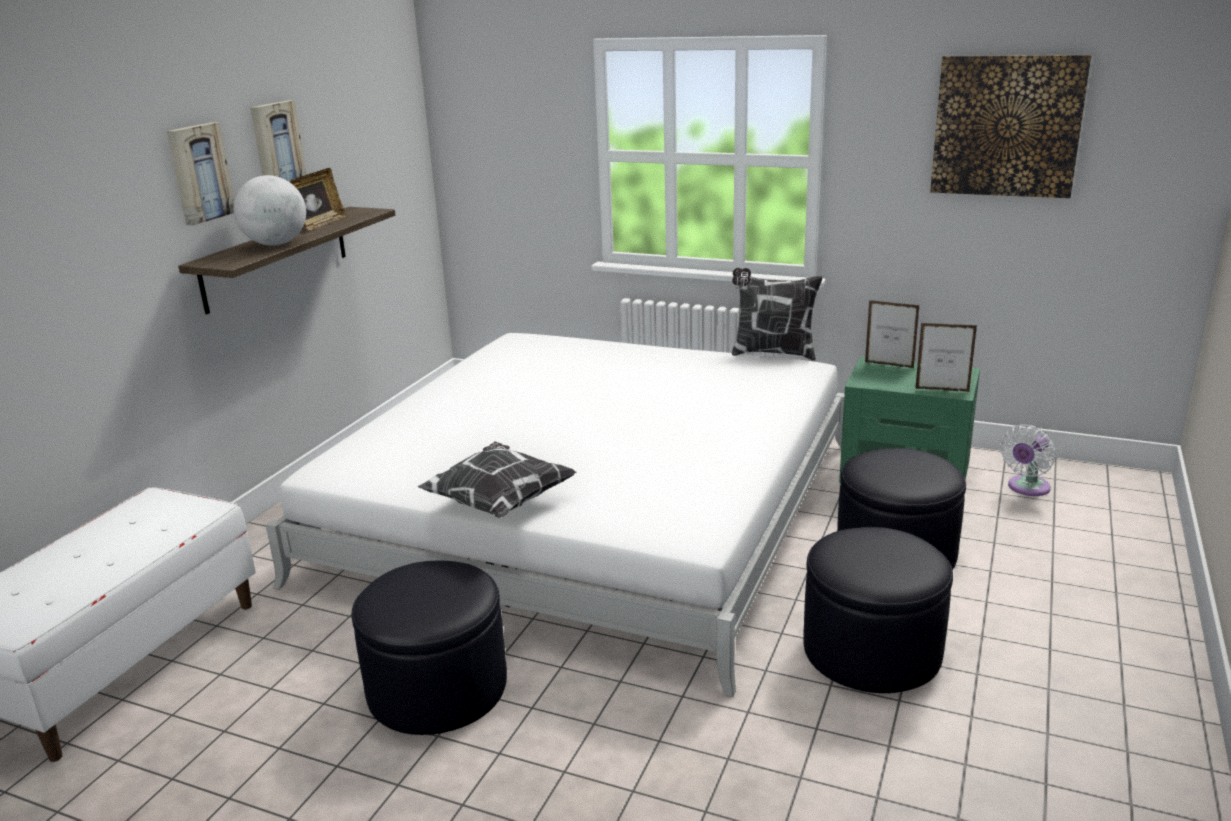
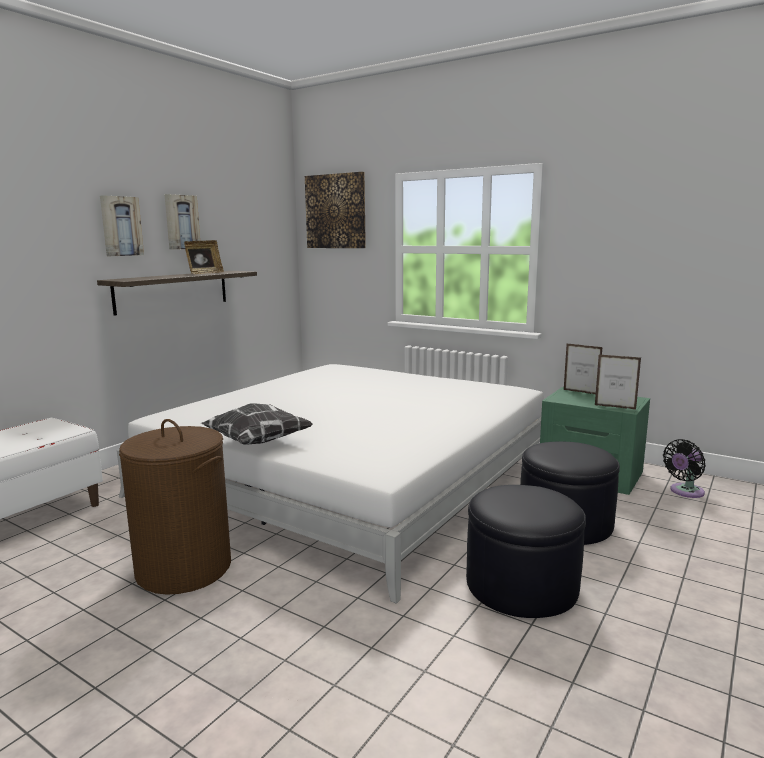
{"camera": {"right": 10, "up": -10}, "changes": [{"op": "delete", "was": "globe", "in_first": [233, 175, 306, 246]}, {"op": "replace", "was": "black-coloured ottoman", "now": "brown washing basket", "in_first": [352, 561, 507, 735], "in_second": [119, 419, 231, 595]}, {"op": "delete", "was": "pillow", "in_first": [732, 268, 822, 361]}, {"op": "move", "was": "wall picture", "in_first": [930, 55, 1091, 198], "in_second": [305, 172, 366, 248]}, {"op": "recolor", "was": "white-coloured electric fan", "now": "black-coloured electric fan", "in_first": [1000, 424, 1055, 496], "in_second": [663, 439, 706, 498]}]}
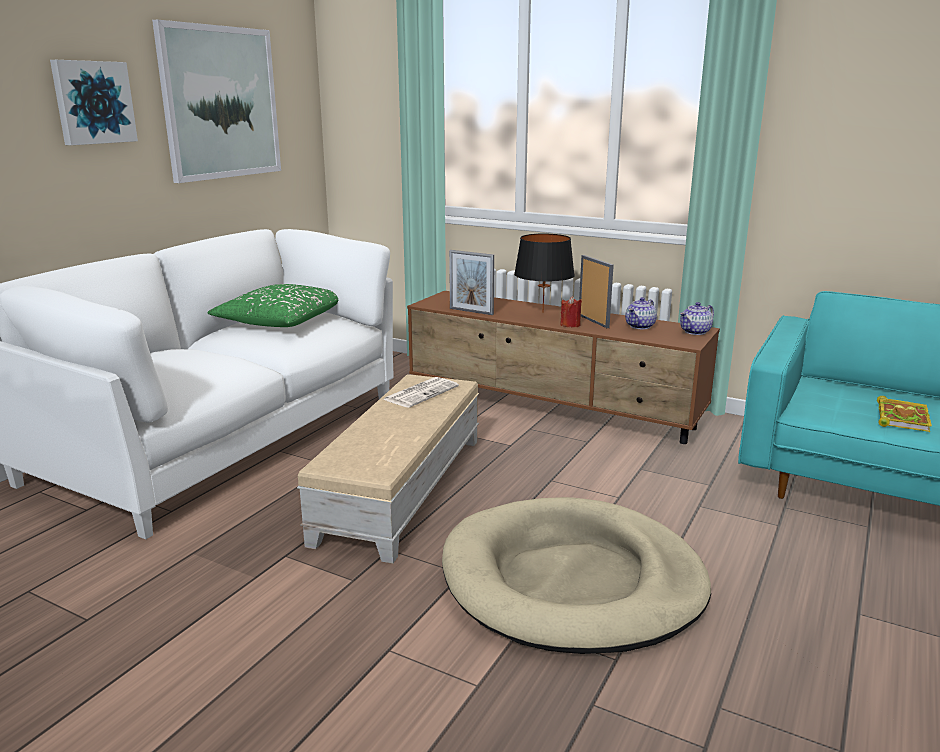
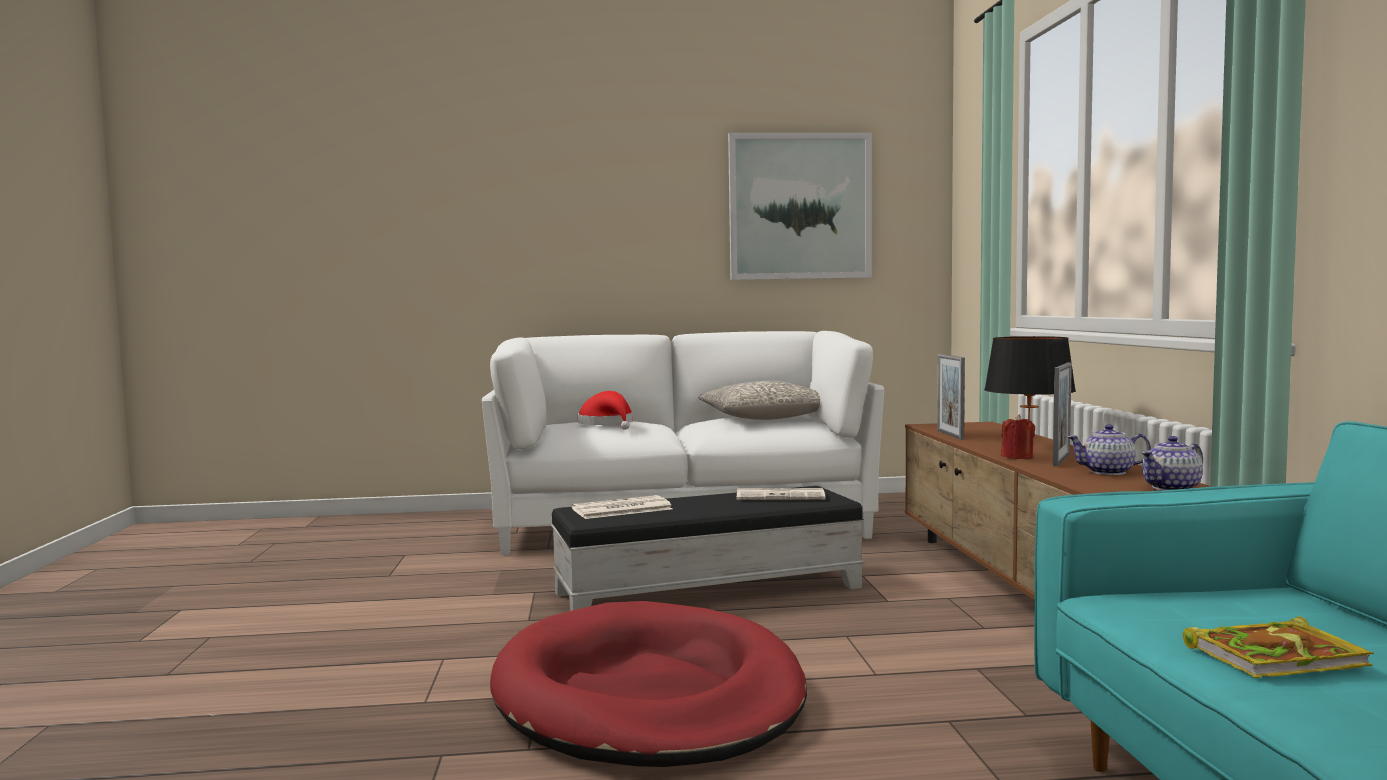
{"camera": {"right": 55, "up": -15}, "changes": [{"op": "delete", "was": "wall picture", "in_first": [50, 60, 138, 145]}, {"op": "recolor", "was": "green-coloured pillow", "now": "greyish pillow", "in_first": [208, 284, 338, 327], "in_second": [698, 381, 820, 420]}, {"op": "recolor", "was": "sand-coloured ottoman", "now": "black-coloured ottoman", "in_first": [297, 374, 479, 564], "in_second": [551, 486, 864, 611]}, {"op": "recolor", "was": "sand-coloured pet bed", "now": "reddish pet bed", "in_first": [442, 497, 711, 654], "in_second": [490, 601, 807, 767]}, {"op": "rotate", "was": "tea pot", "in_first": [680, 302, 714, 335], "in_second": [1141, 436, 1203, 491], "clockwise": -45}, {"op": "insert", "now": "newspaper", "in_second": [571, 495, 672, 519]}, {"op": "insert", "now": "reddish clothing hat", "in_second": [578, 391, 633, 430]}]}
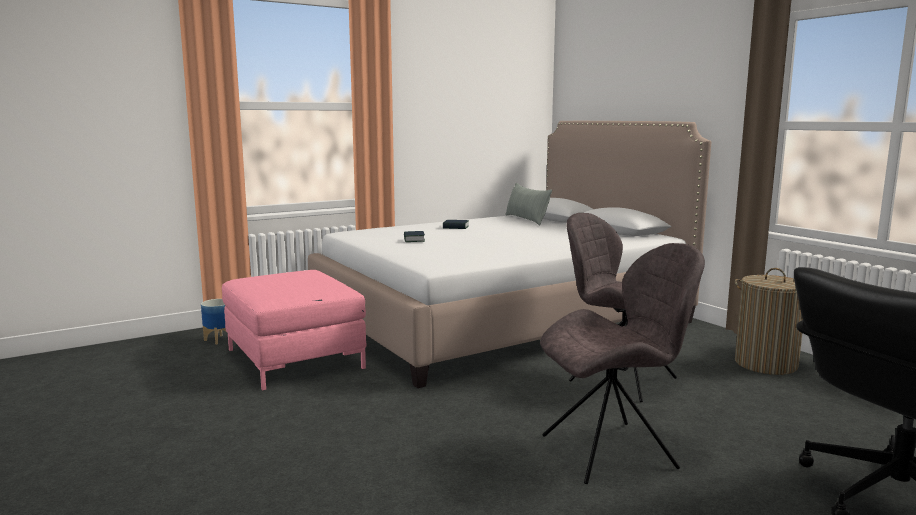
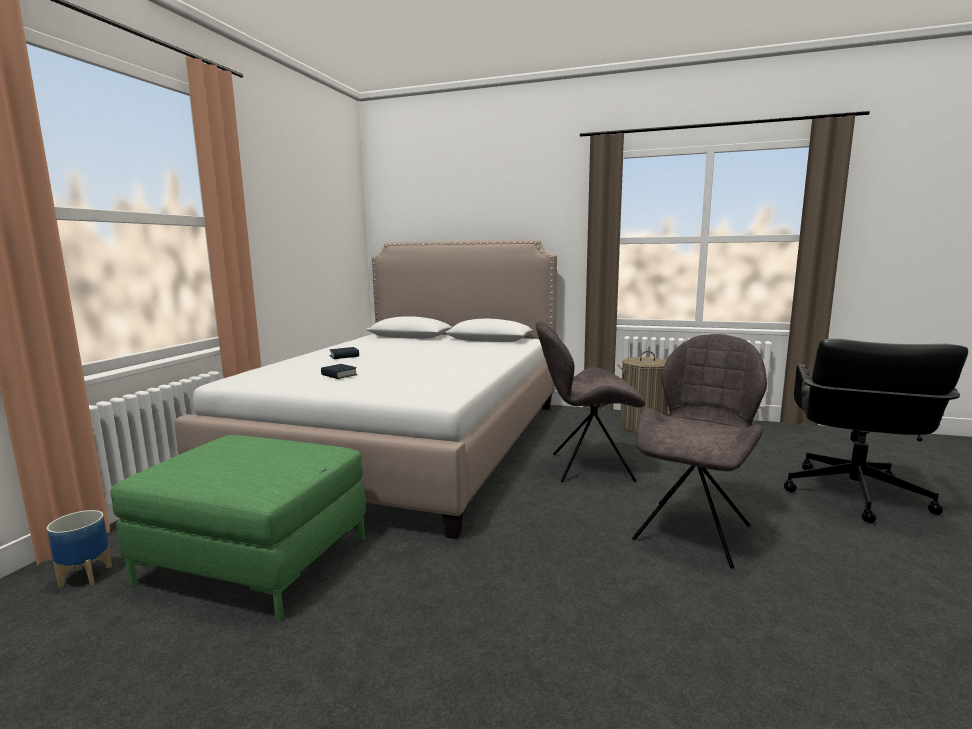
{"camera": {"right": -40, "up": 0}, "changes": [{"op": "recolor", "was": "pink-coloured ottoman", "now": "green-coloured ottoman", "in_first": [222, 270, 366, 391], "in_second": [110, 435, 366, 621]}, {"op": "delete", "was": "greyish pillow", "in_first": [505, 183, 552, 225]}]}
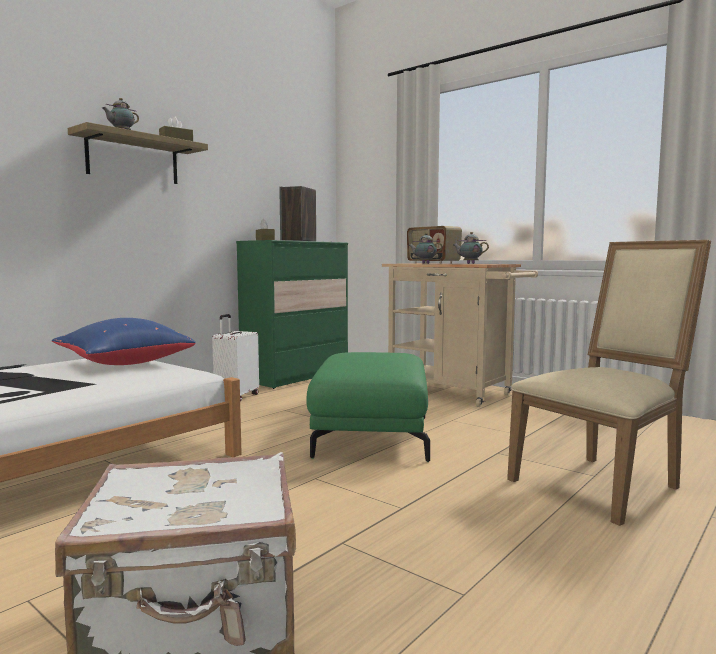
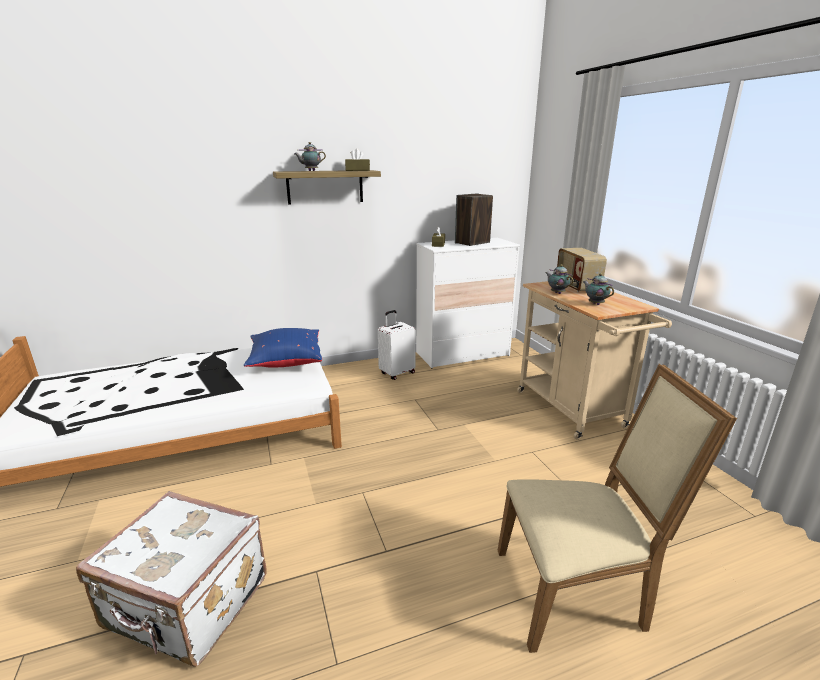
{"camera": {"right": 30, "up": 15}, "changes": [{"op": "recolor", "was": "green-coloured chest of drawers", "now": "white-coloured chest of drawers", "in_first": [236, 240, 348, 389], "in_second": [416, 238, 520, 368]}, {"op": "delete", "was": "green-coloured ottoman", "in_first": [306, 352, 430, 462]}]}
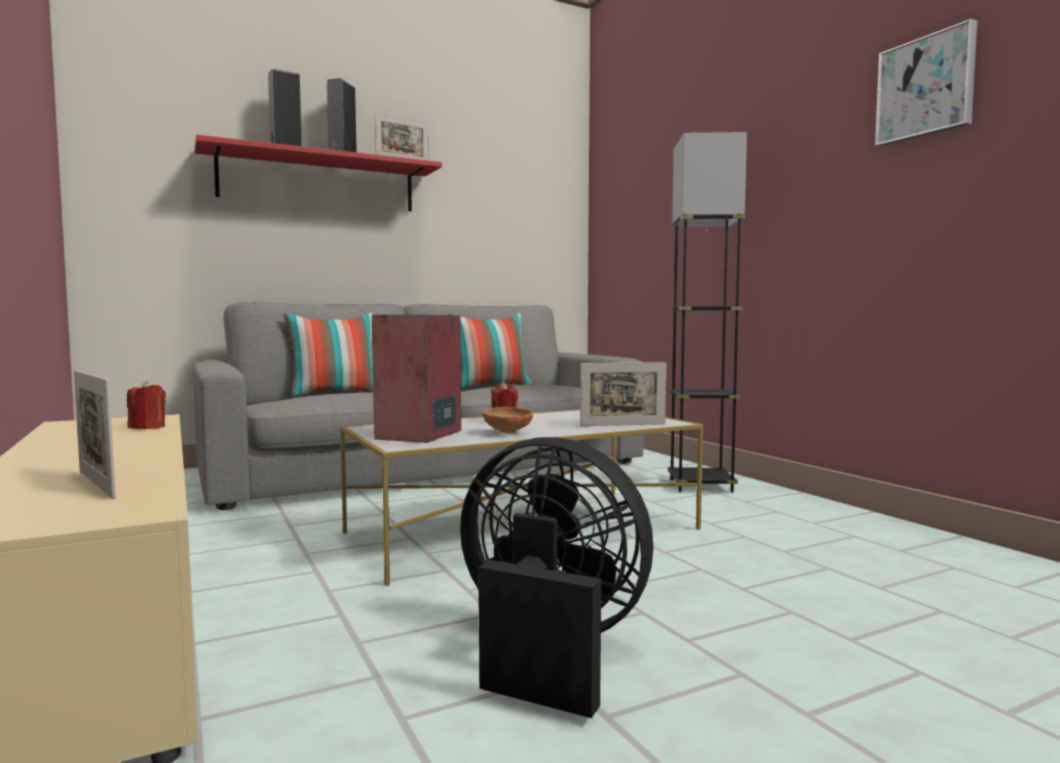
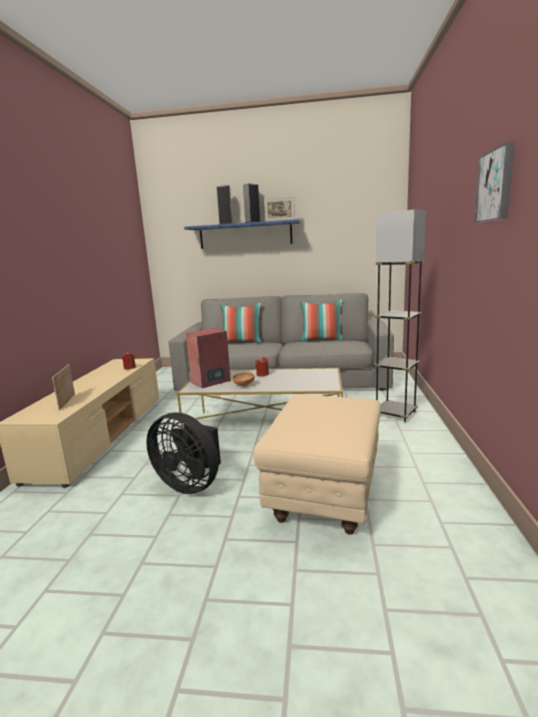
{"camera": {"right": 35, "up": 10}, "changes": [{"op": "recolor", "was": "reddish shelf", "now": "bluish shelf", "in_first": [194, 135, 442, 212], "in_second": [184, 219, 300, 249]}, {"op": "rotate", "was": "black-coloured electric fan", "in_first": [460, 437, 653, 718], "in_second": [146, 413, 221, 494], "clockwise": 150}, {"op": "delete", "was": "standing frame", "in_first": [580, 362, 666, 426]}, {"op": "insert", "now": "sand-coloured ottoman", "in_second": [253, 394, 381, 535]}]}
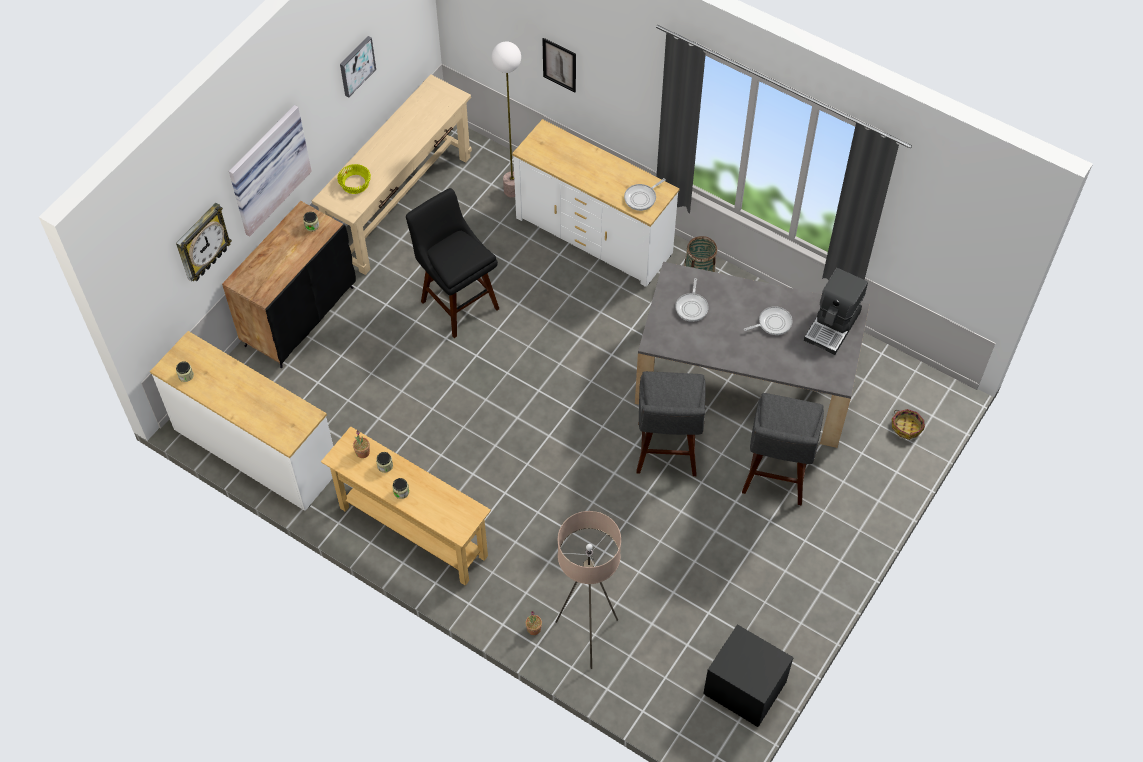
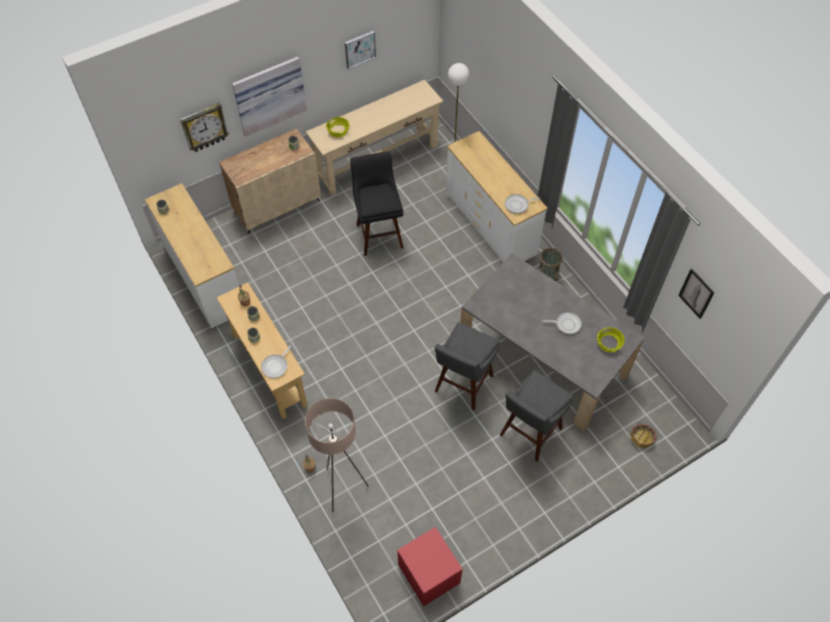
{"camera": {"right": 25, "up": 0}, "changes": [{"op": "recolor", "was": "black-coloured storage cabinet", "now": "sand-coloured storage cabinet", "in_first": [222, 201, 356, 368], "in_second": [219, 128, 321, 234]}, {"op": "move", "was": "wall picture", "in_first": [542, 38, 576, 92], "in_second": [678, 268, 714, 319]}, {"op": "move", "was": "pan", "in_first": [675, 278, 709, 322], "in_second": [261, 345, 292, 378]}, {"op": "recolor", "was": "black-coloured nightstand", "now": "reddish nightstand", "in_first": [703, 624, 794, 727], "in_second": [397, 527, 463, 606]}, {"op": "replace", "was": "coffee maker", "now": "yellowish deep dish", "in_first": [804, 268, 868, 355], "in_second": [597, 327, 625, 352]}]}
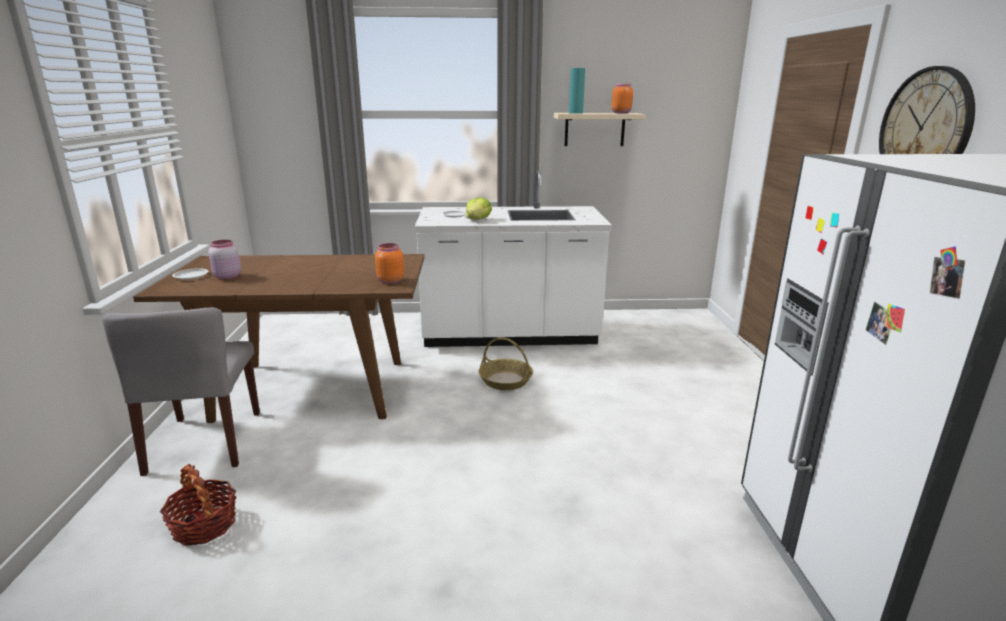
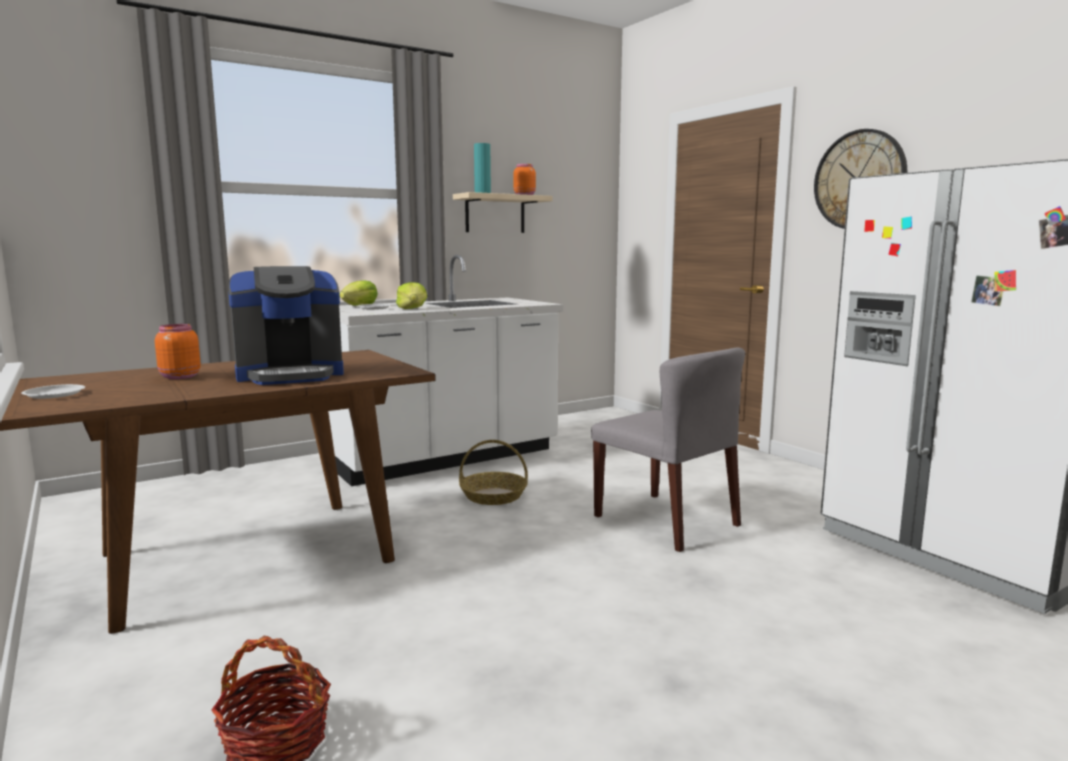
{"camera": {"right": -30, "up": -10}, "changes": [{"op": "move", "was": "greyish upright chair", "in_first": [102, 307, 260, 476], "in_second": [591, 347, 745, 552]}, {"op": "delete", "was": "pink-coloured preserve jar", "in_first": [208, 240, 241, 279]}, {"op": "move", "was": "orange preserve jar", "in_first": [375, 243, 404, 284], "in_second": [155, 324, 201, 379]}, {"op": "insert", "now": "coffee maker", "in_second": [228, 266, 344, 385]}, {"op": "insert", "now": "head of lettuce", "in_second": [339, 280, 378, 306]}]}
